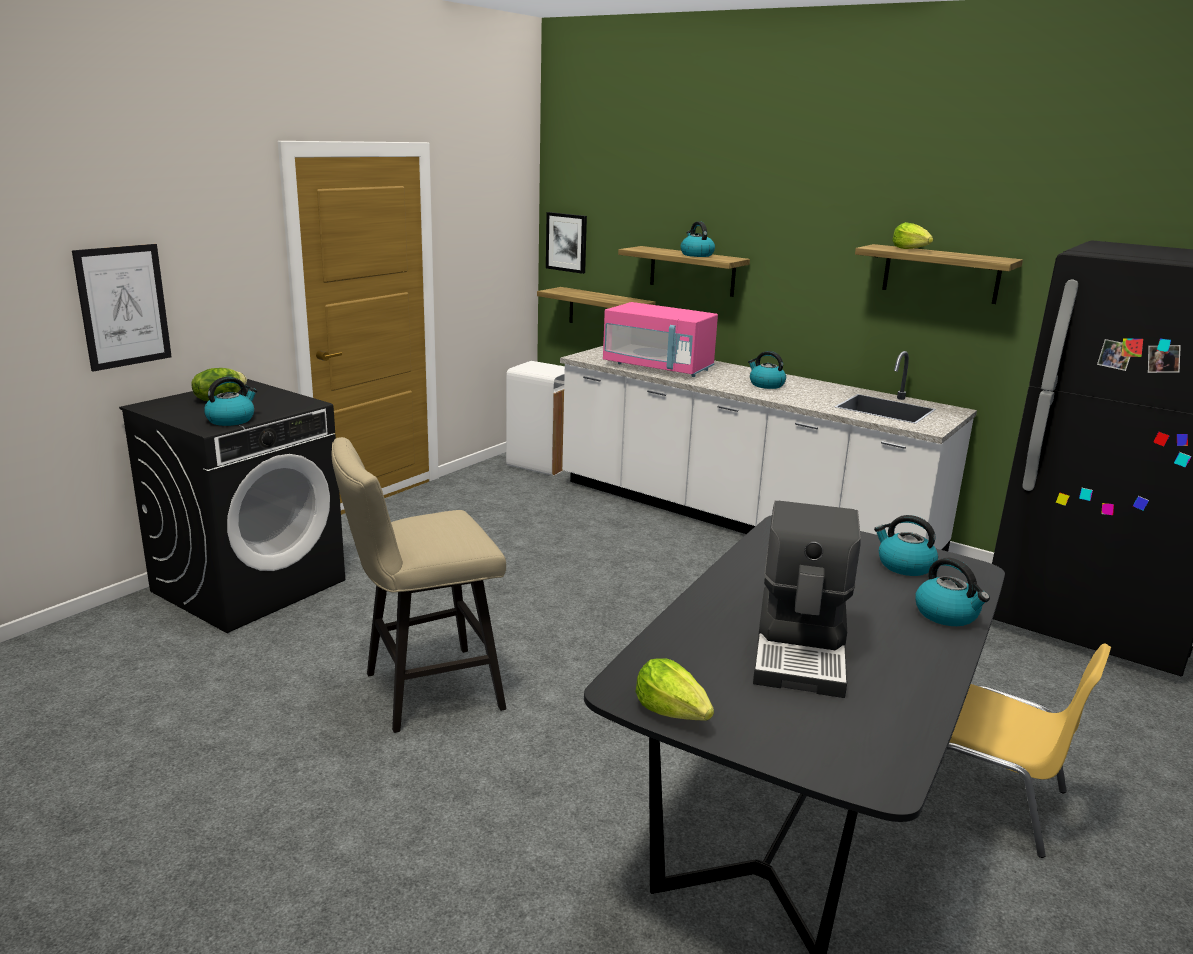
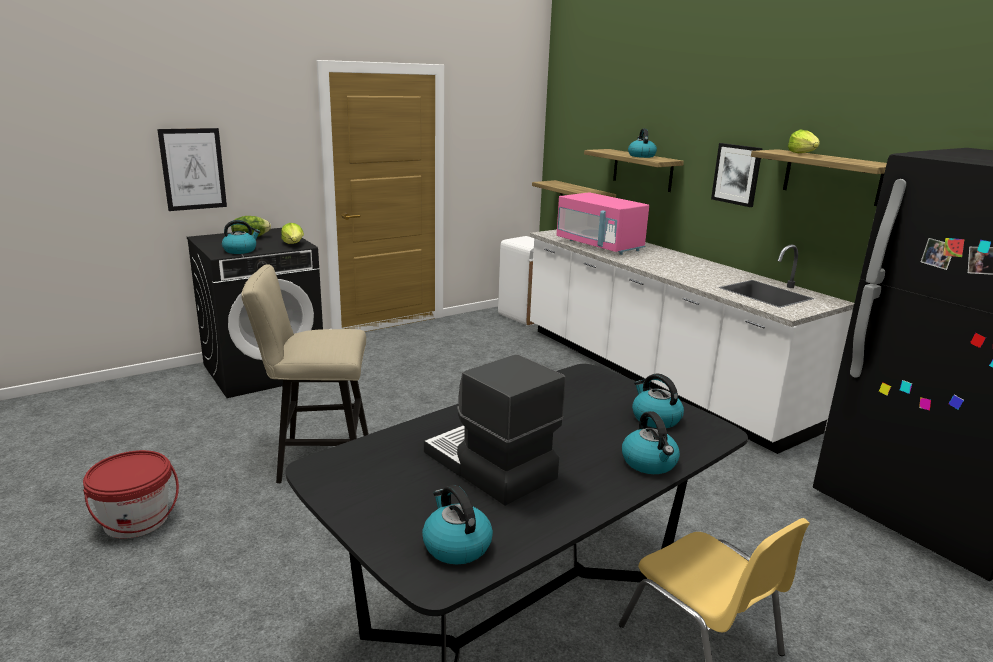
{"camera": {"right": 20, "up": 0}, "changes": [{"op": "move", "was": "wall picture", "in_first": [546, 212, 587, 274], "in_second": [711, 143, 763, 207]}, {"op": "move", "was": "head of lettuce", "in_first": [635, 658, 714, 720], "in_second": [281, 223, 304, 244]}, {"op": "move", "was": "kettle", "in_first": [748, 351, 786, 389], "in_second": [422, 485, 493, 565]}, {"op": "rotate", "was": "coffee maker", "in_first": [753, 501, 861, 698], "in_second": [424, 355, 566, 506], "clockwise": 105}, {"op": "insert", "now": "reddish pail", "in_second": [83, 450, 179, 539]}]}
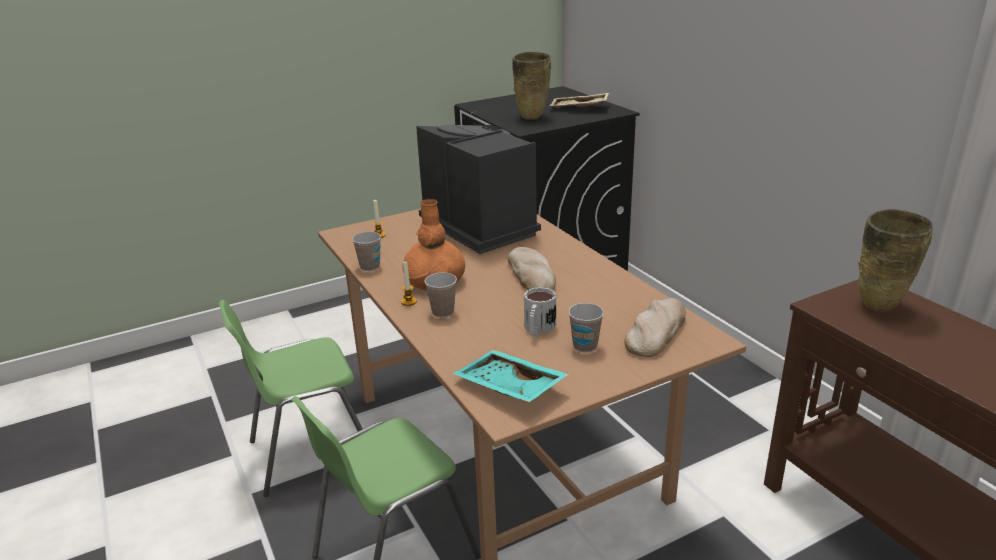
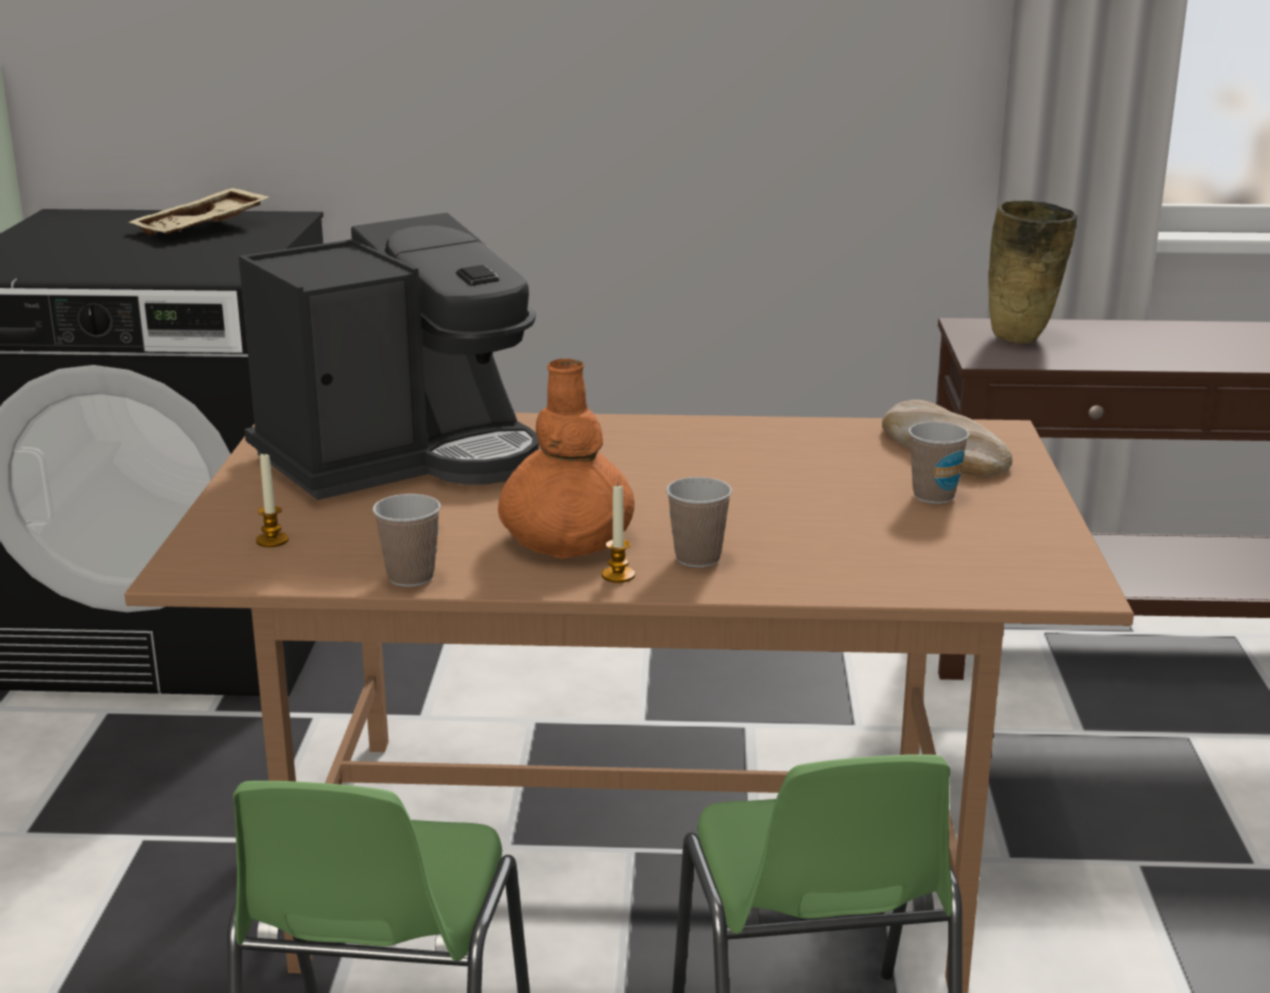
{"camera": {"right": -60, "up": -5}, "changes": [{"op": "rotate", "was": "coffee maker", "in_first": [416, 125, 541, 254], "in_second": [238, 213, 539, 500], "clockwise": 150}, {"op": "delete", "was": "blue-green serving tray", "in_first": [453, 350, 569, 402]}, {"op": "delete", "was": "baked bread", "in_first": [508, 247, 556, 290]}, {"op": "delete", "was": "sand-coloured flower vase", "in_first": [512, 52, 551, 120]}, {"op": "delete", "was": "coffee mug", "in_first": [524, 287, 556, 337]}]}
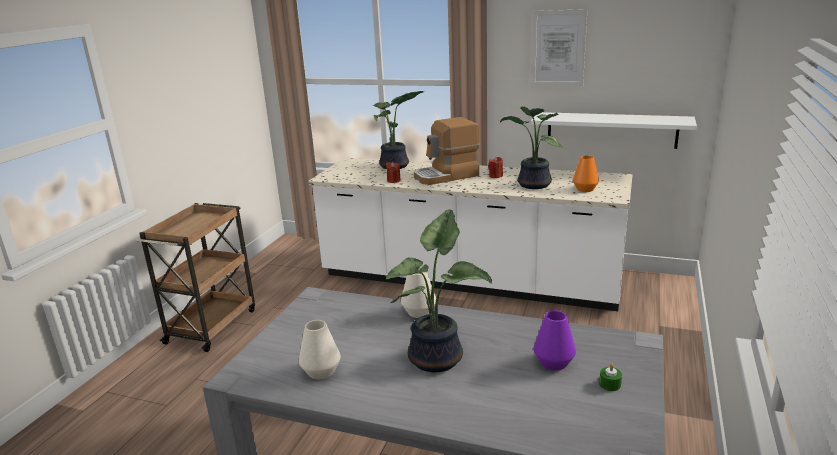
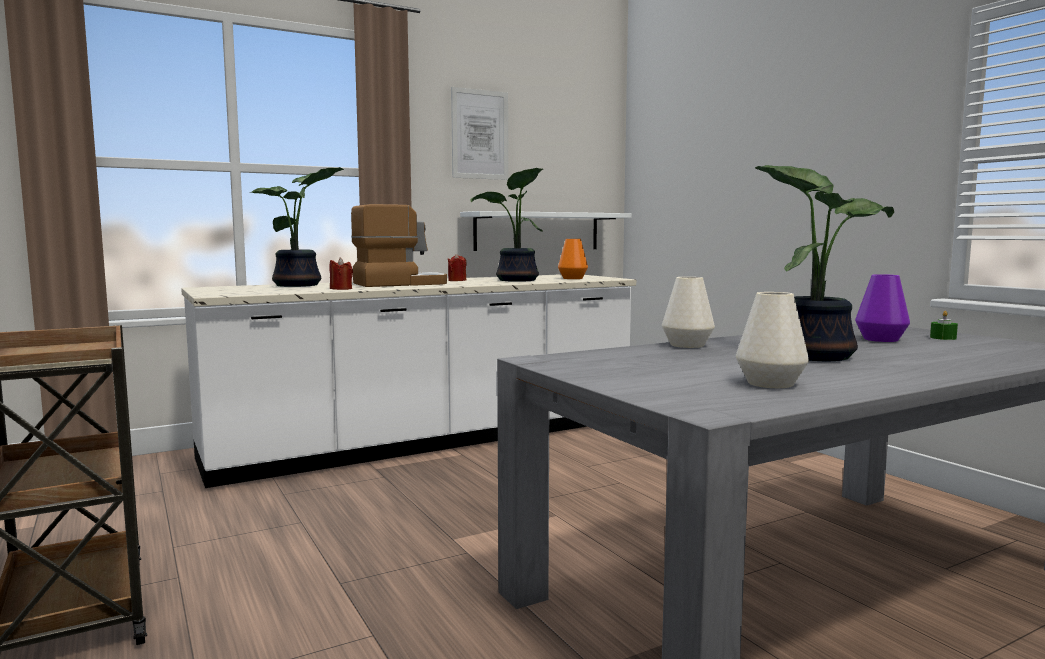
{"camera": {"right": -50, "up": -15}, "changes": [{"op": "rotate", "was": "coffee maker", "in_first": [414, 117, 479, 185], "in_second": [351, 204, 447, 287], "clockwise": -135}]}
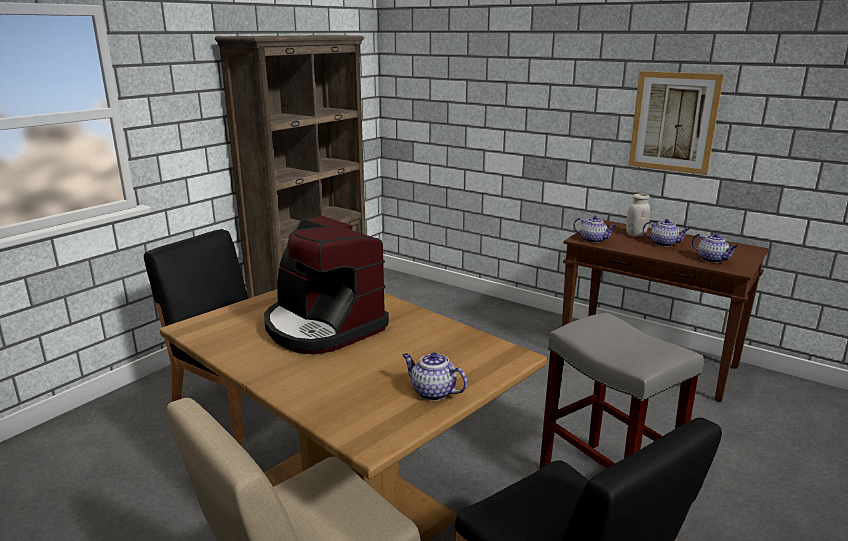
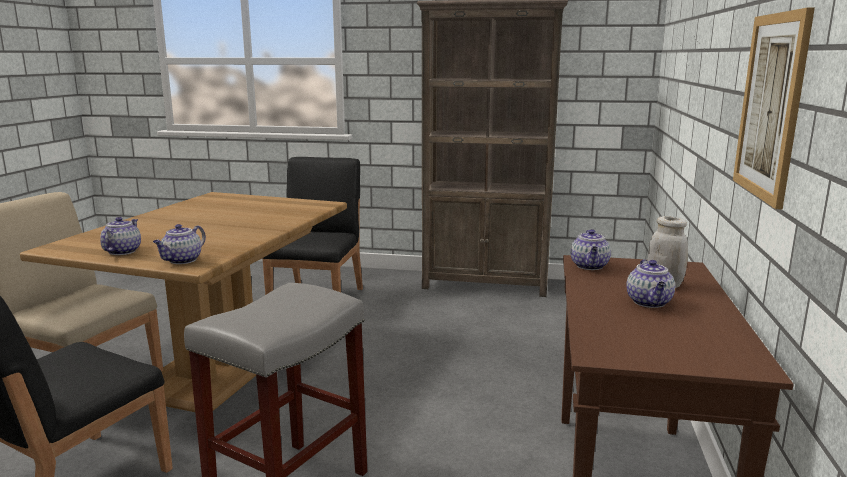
{"camera": {"right": 65, "up": -5}, "changes": [{"op": "delete", "was": "coffee maker", "in_first": [264, 216, 389, 354]}, {"op": "move", "was": "tea pot", "in_first": [692, 233, 739, 263], "in_second": [153, 224, 206, 264]}]}
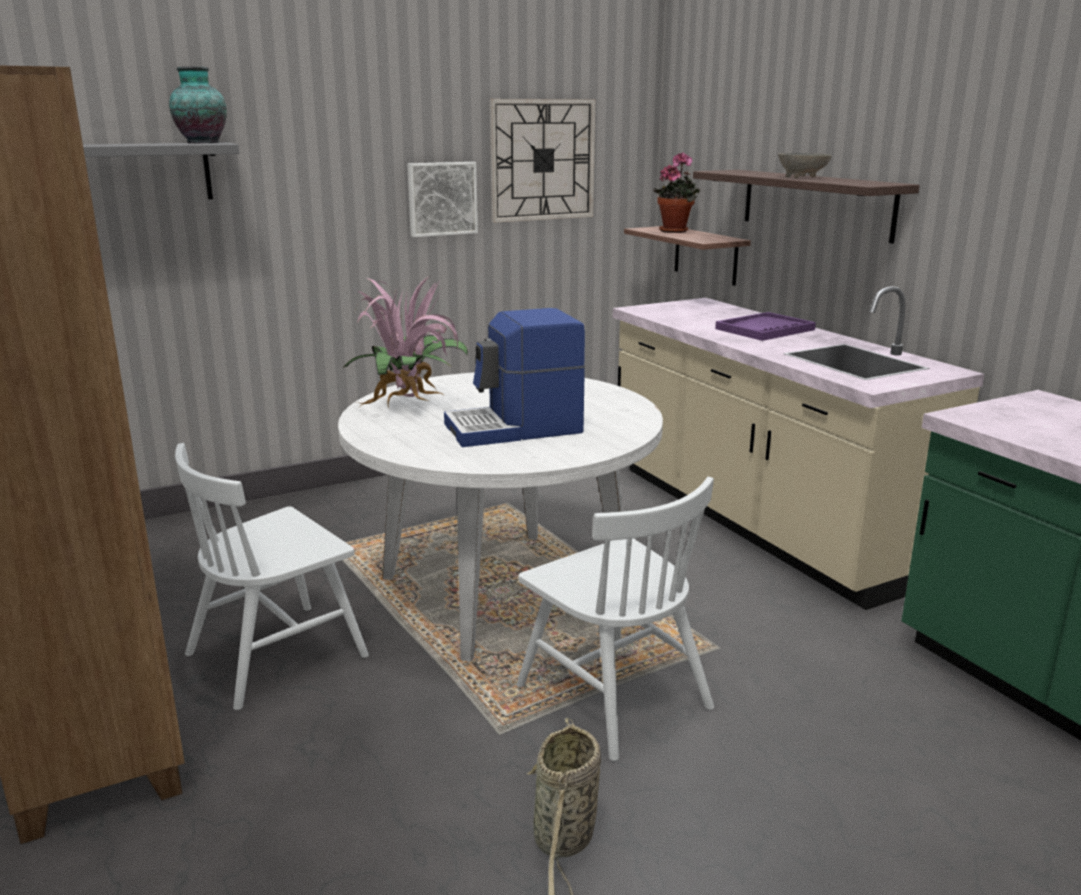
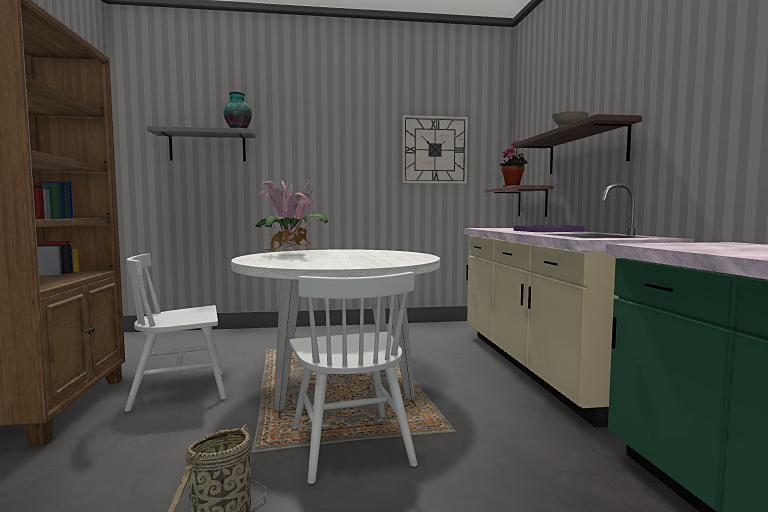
{"camera": {"right": 20, "up": -15}, "changes": [{"op": "delete", "was": "wall picture", "in_first": [407, 162, 478, 237]}, {"op": "delete", "was": "coffee maker", "in_first": [444, 308, 586, 447]}]}
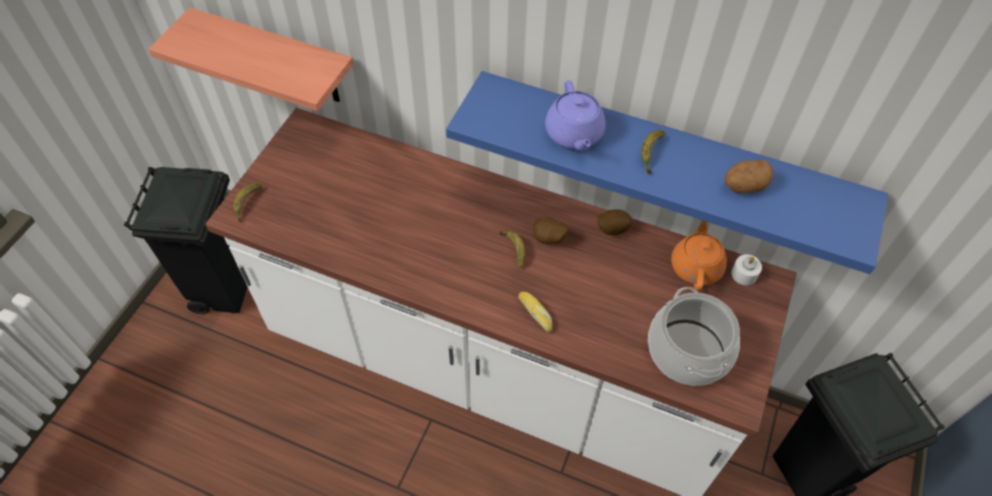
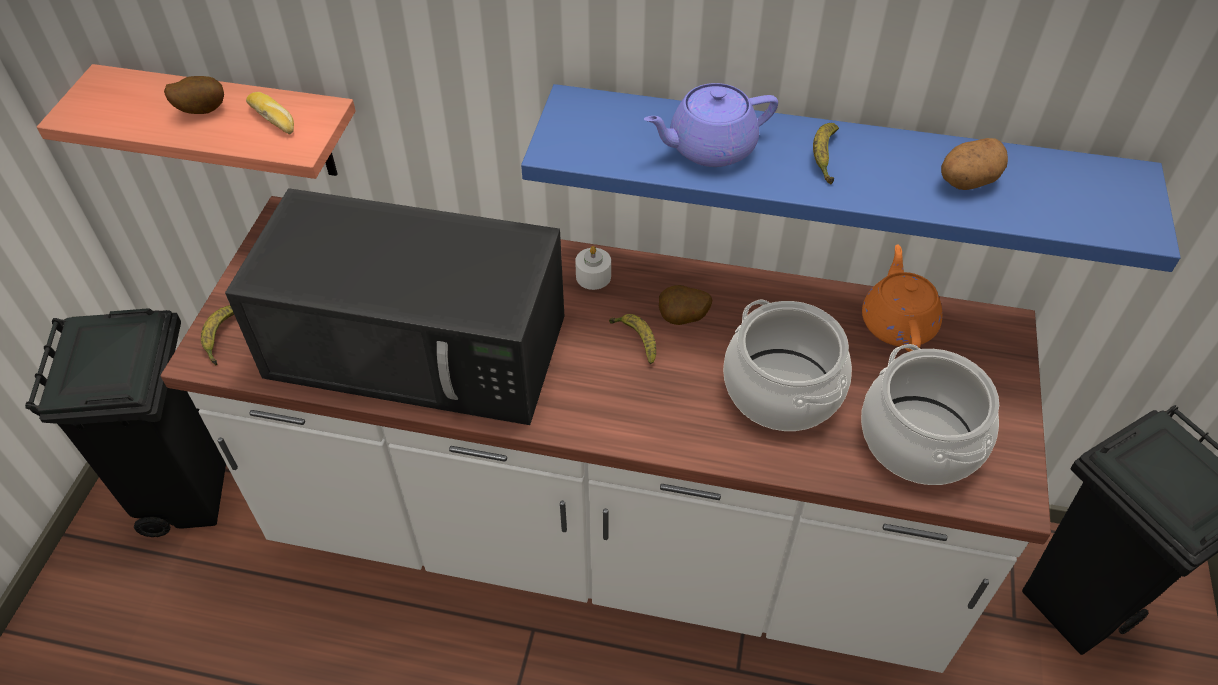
{"camera": {"right": -10, "up": -5}, "changes": [{"op": "move", "was": "baked bread", "in_first": [518, 292, 552, 332], "in_second": [246, 92, 294, 134]}, {"op": "rotate", "was": "purple-coloured tea pot", "in_first": [545, 80, 606, 151], "in_second": [644, 83, 778, 167], "clockwise": 90}, {"op": "move", "was": "potato", "in_first": [597, 209, 633, 235], "in_second": [164, 76, 224, 114]}, {"op": "move", "was": "white-coloured candle", "in_first": [731, 254, 762, 285], "in_second": [575, 246, 611, 290]}, {"op": "insert", "now": "black-coloured kitchen microwave", "in_second": [225, 188, 564, 425]}, {"op": "insert", "now": "stockpot", "in_second": [723, 300, 852, 431]}]}
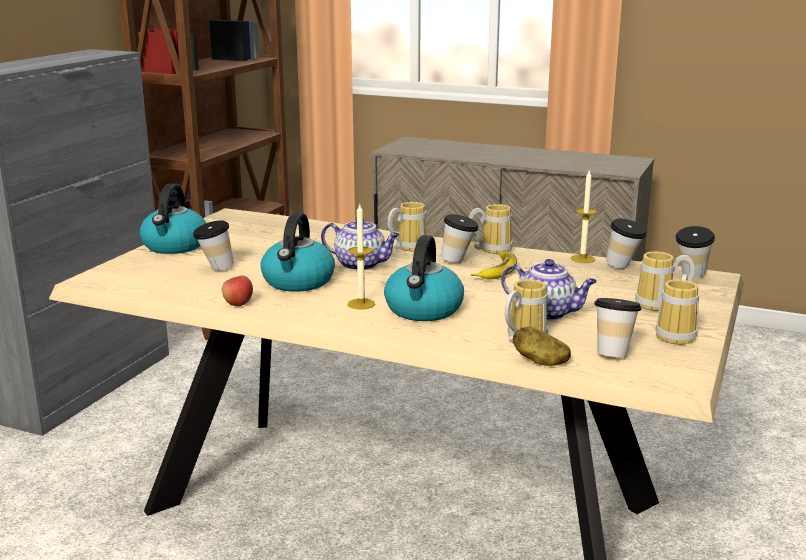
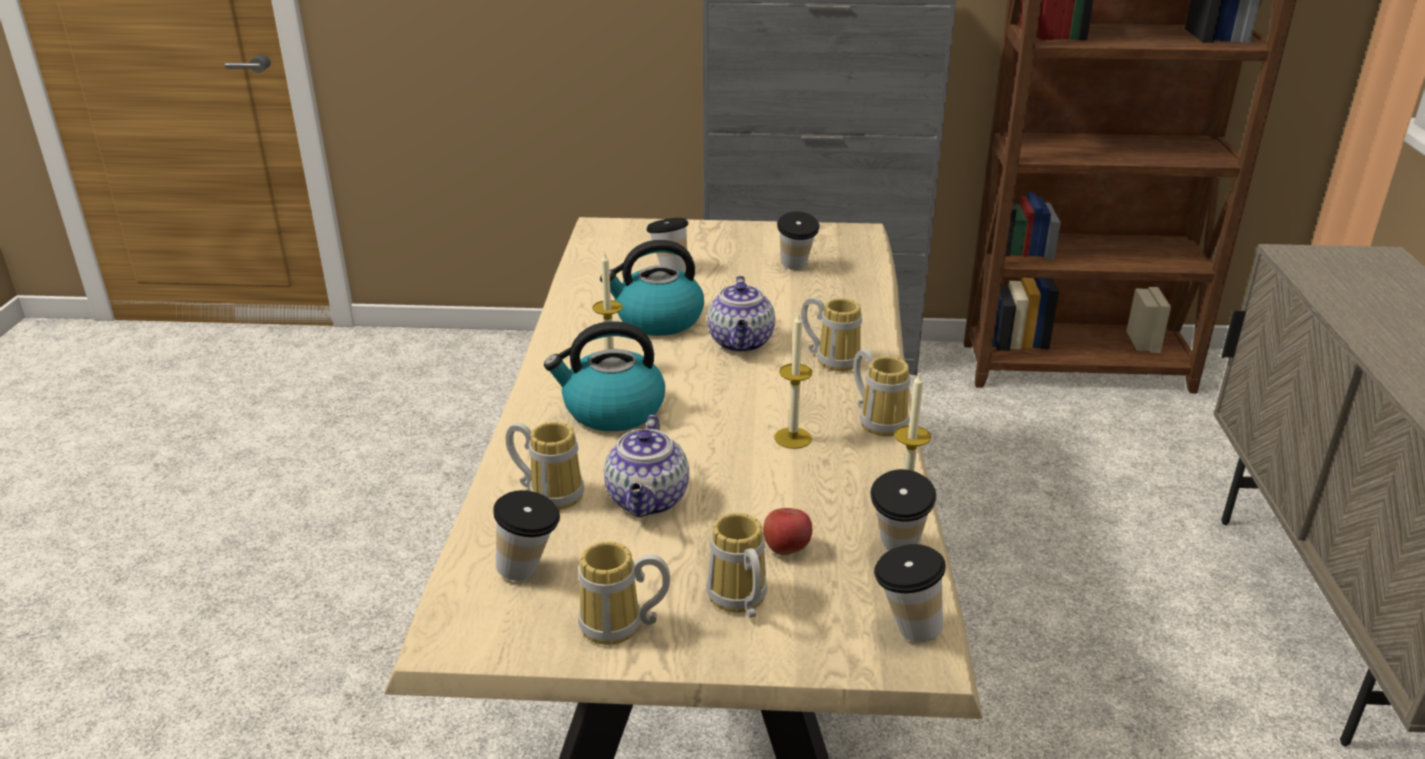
{"camera": {"right": 70, "up": 10}, "changes": [{"op": "delete", "was": "kettle", "in_first": [140, 184, 206, 254]}, {"op": "move", "was": "whole apple", "in_first": [222, 276, 253, 306], "in_second": [763, 508, 812, 555]}, {"op": "move", "was": "small cup", "in_first": [441, 214, 479, 263], "in_second": [777, 211, 820, 270]}, {"op": "replace", "was": "banana", "now": "candle", "in_first": [471, 251, 517, 280], "in_second": [774, 312, 813, 449]}, {"op": "delete", "was": "potato", "in_first": [513, 327, 571, 366]}]}
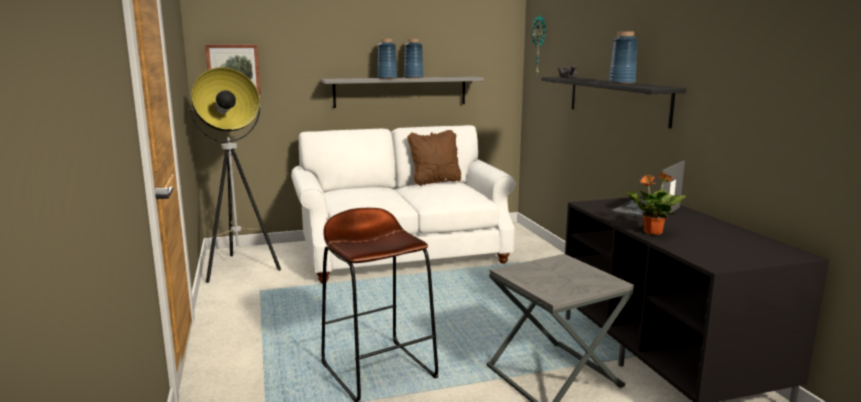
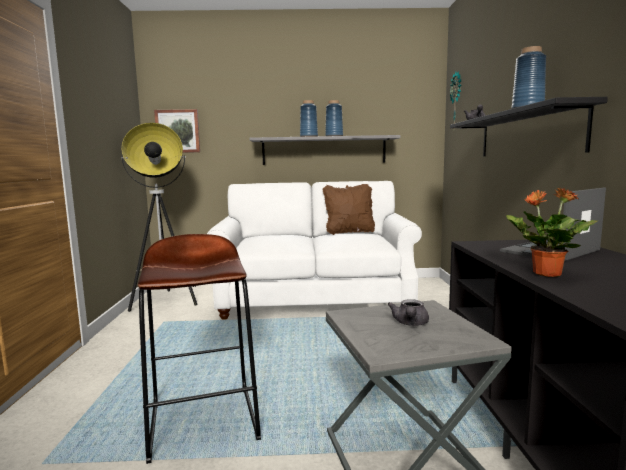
{"camera": {"right": 15, "up": -5}, "changes": [{"op": "insert", "now": "greyish tea pot", "in_second": [388, 299, 429, 326]}]}
